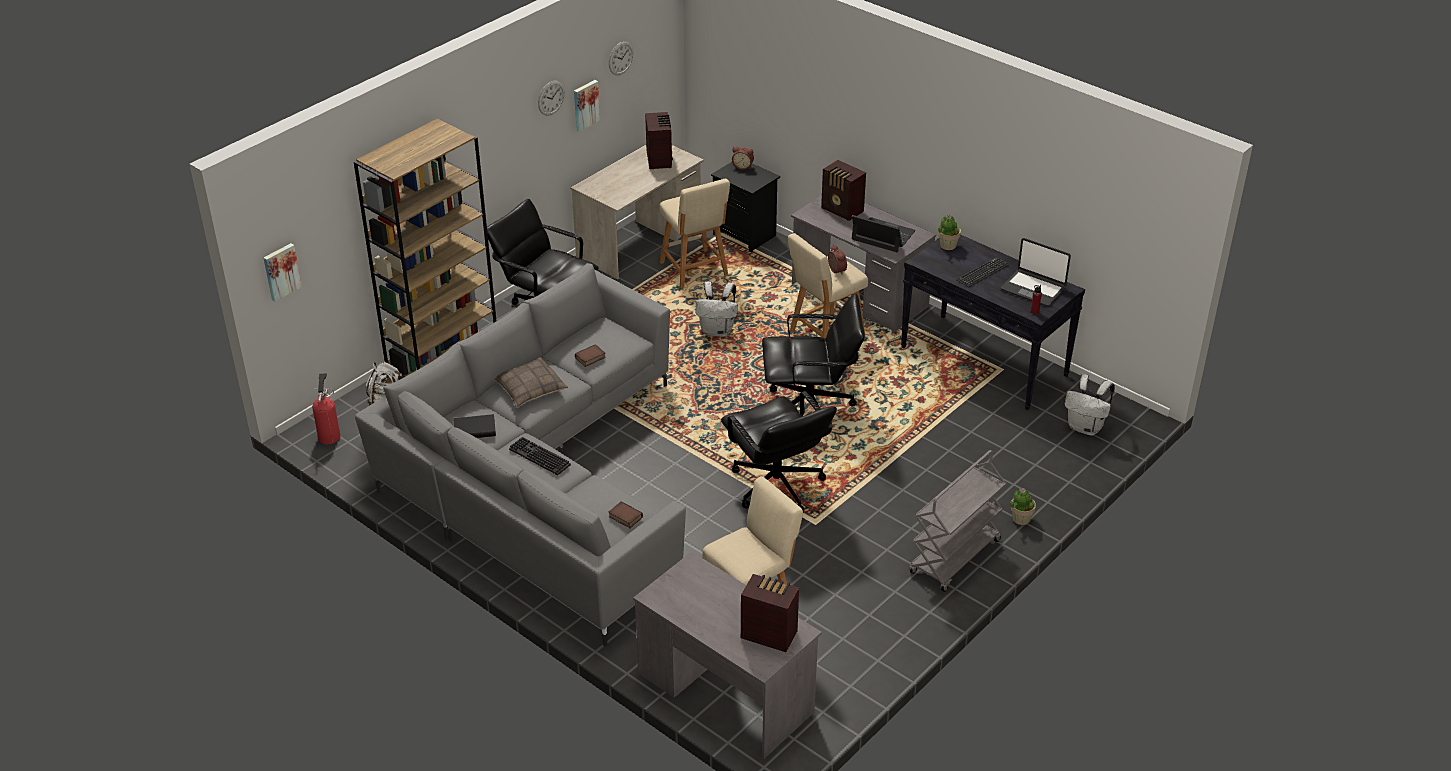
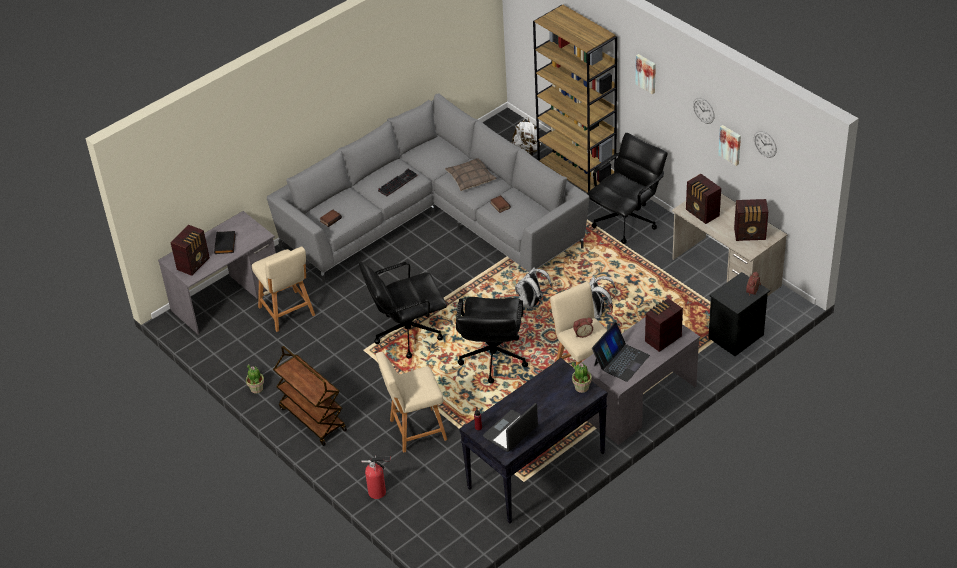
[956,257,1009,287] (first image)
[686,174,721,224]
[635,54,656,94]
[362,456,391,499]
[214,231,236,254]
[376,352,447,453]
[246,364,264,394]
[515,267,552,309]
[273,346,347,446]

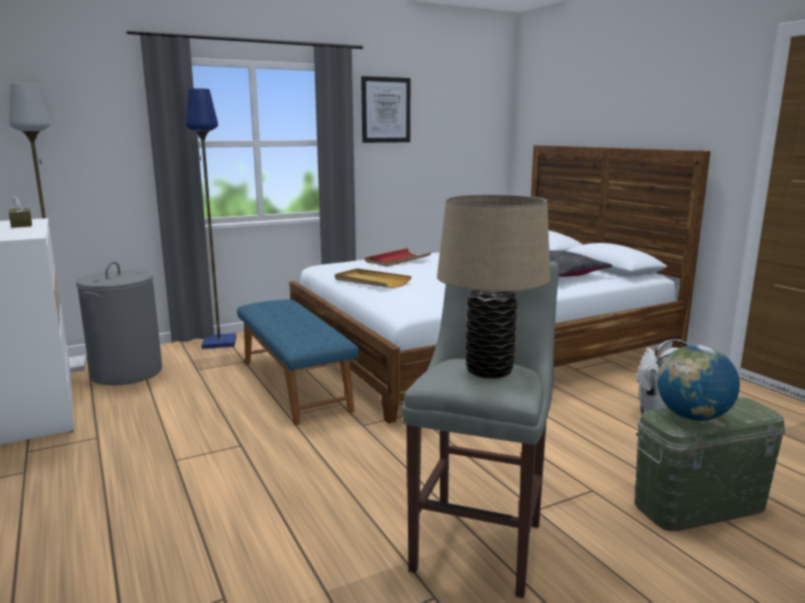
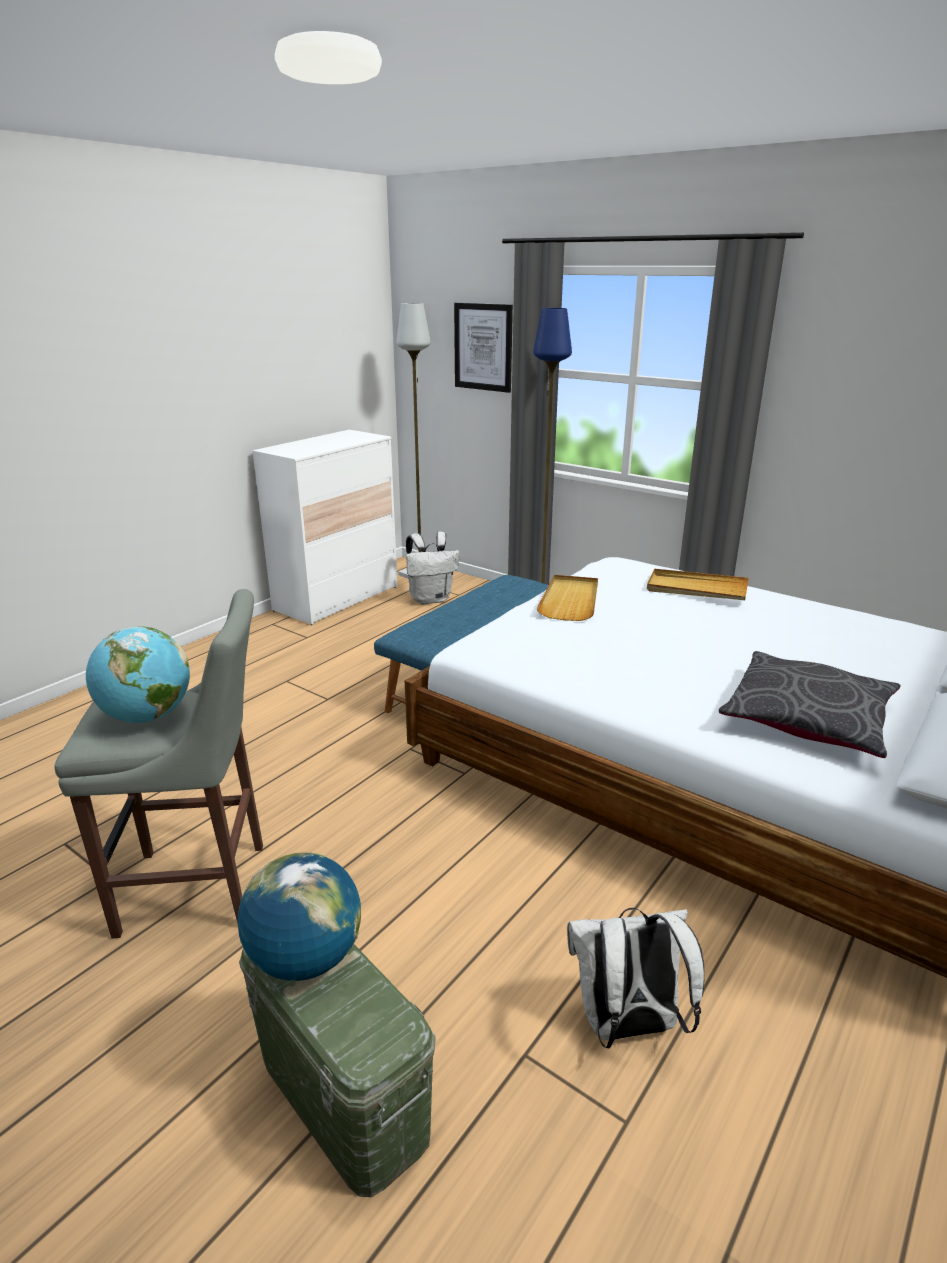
[9,196,32,228] (first image)
[454,303,513,393]
[406,531,460,604]
[86,626,190,723]
[647,569,749,600]

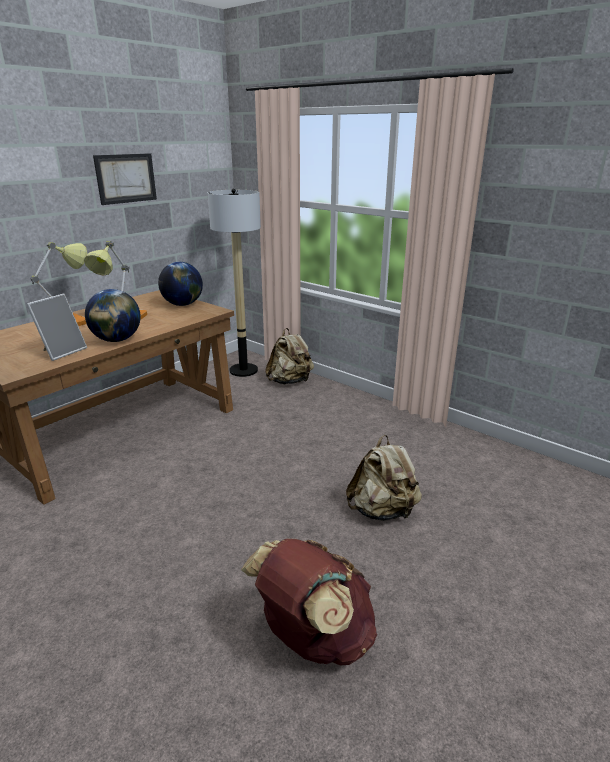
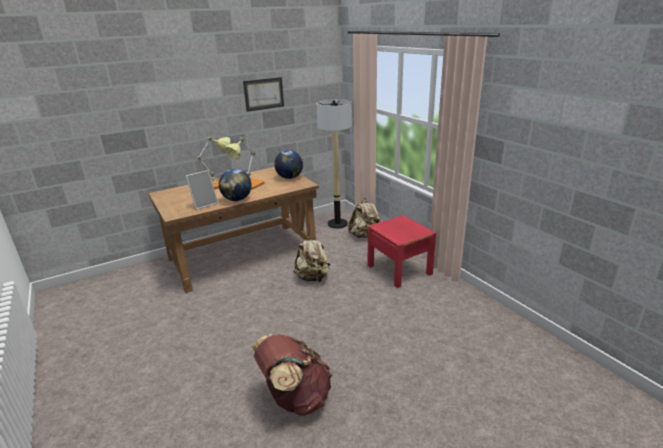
[368,215,436,288]
[293,234,330,282]

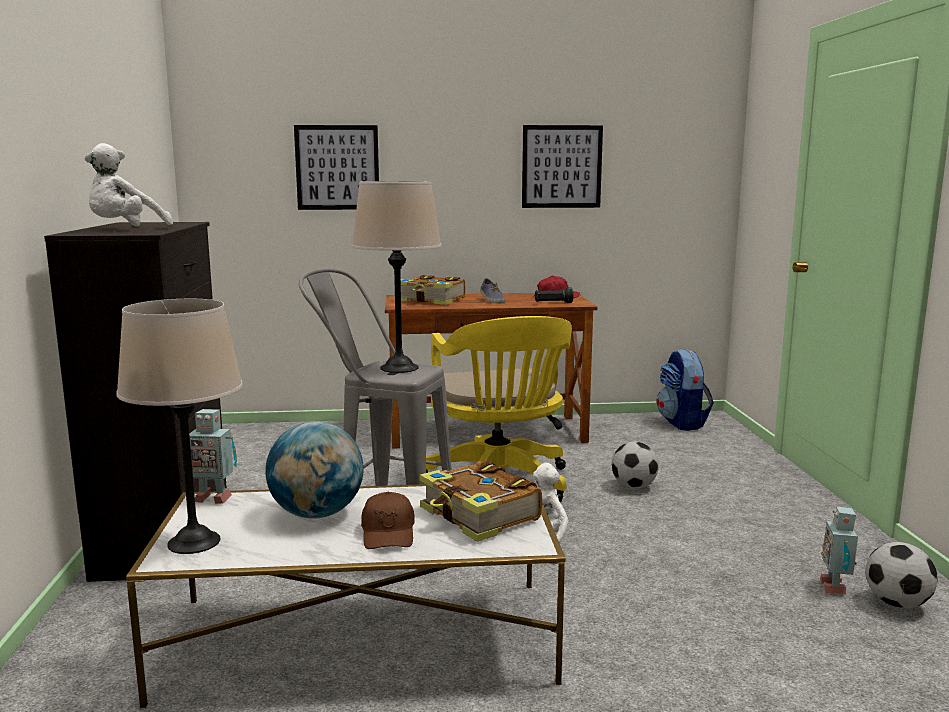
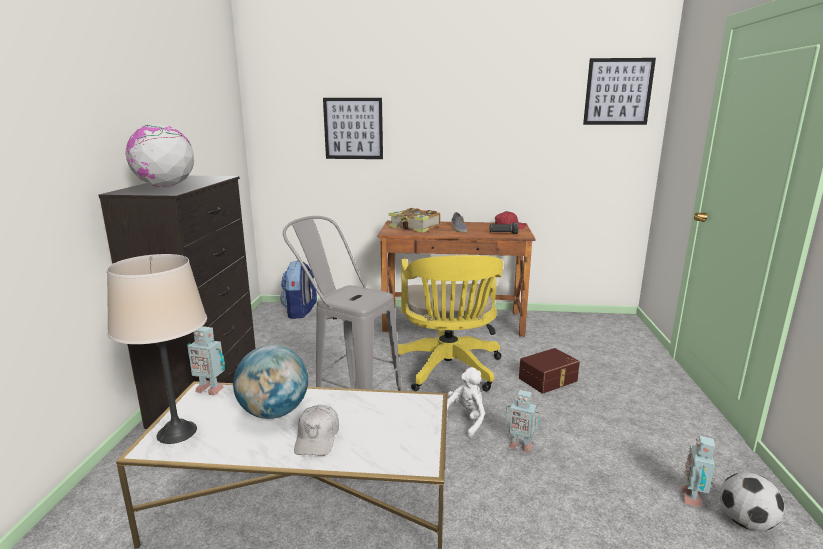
[352,181,442,373] (first image)
[420,461,542,542] (first image)
[505,390,540,453]
[583,58,656,125]
[280,260,317,319]
[126,124,194,187]
[519,348,580,394]
[294,405,339,456]

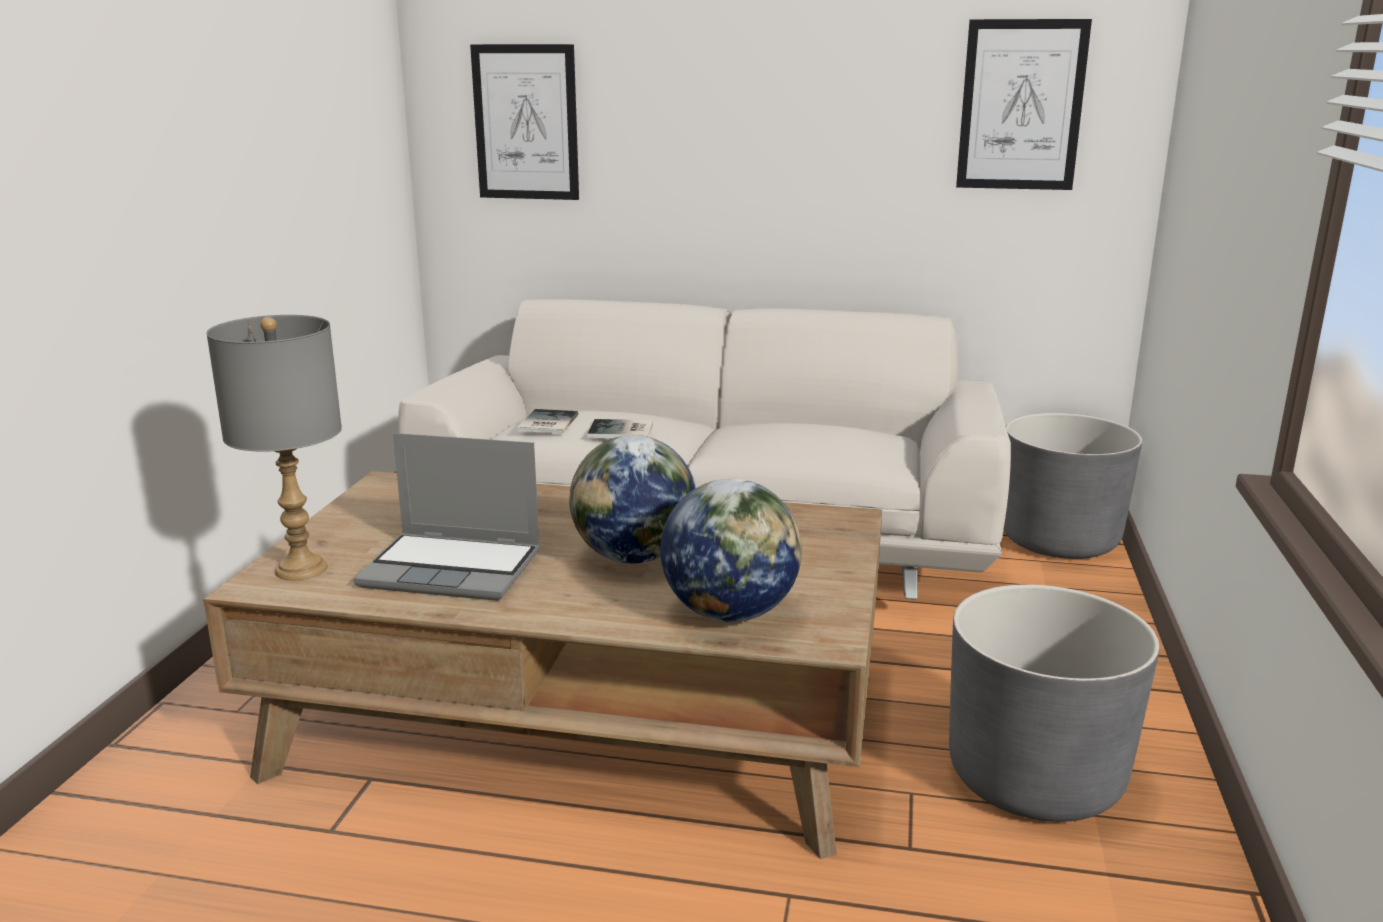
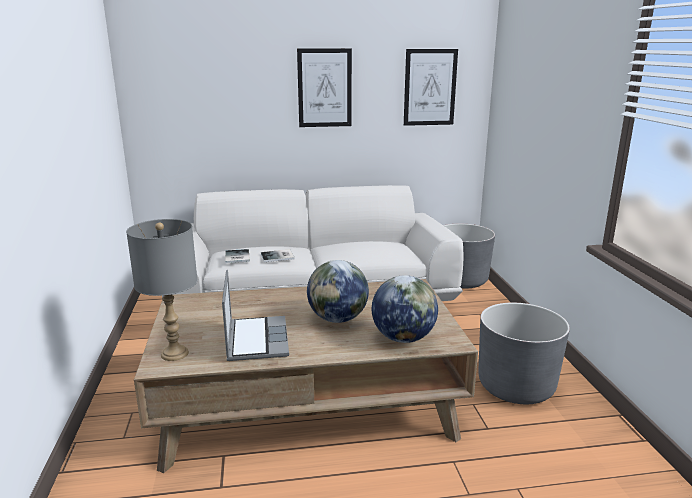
[297,48,352,127]
[222,270,289,361]

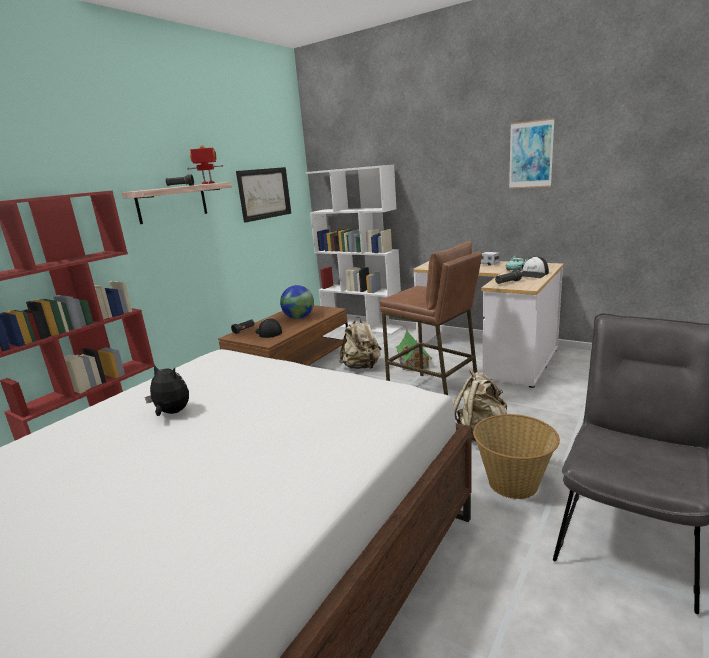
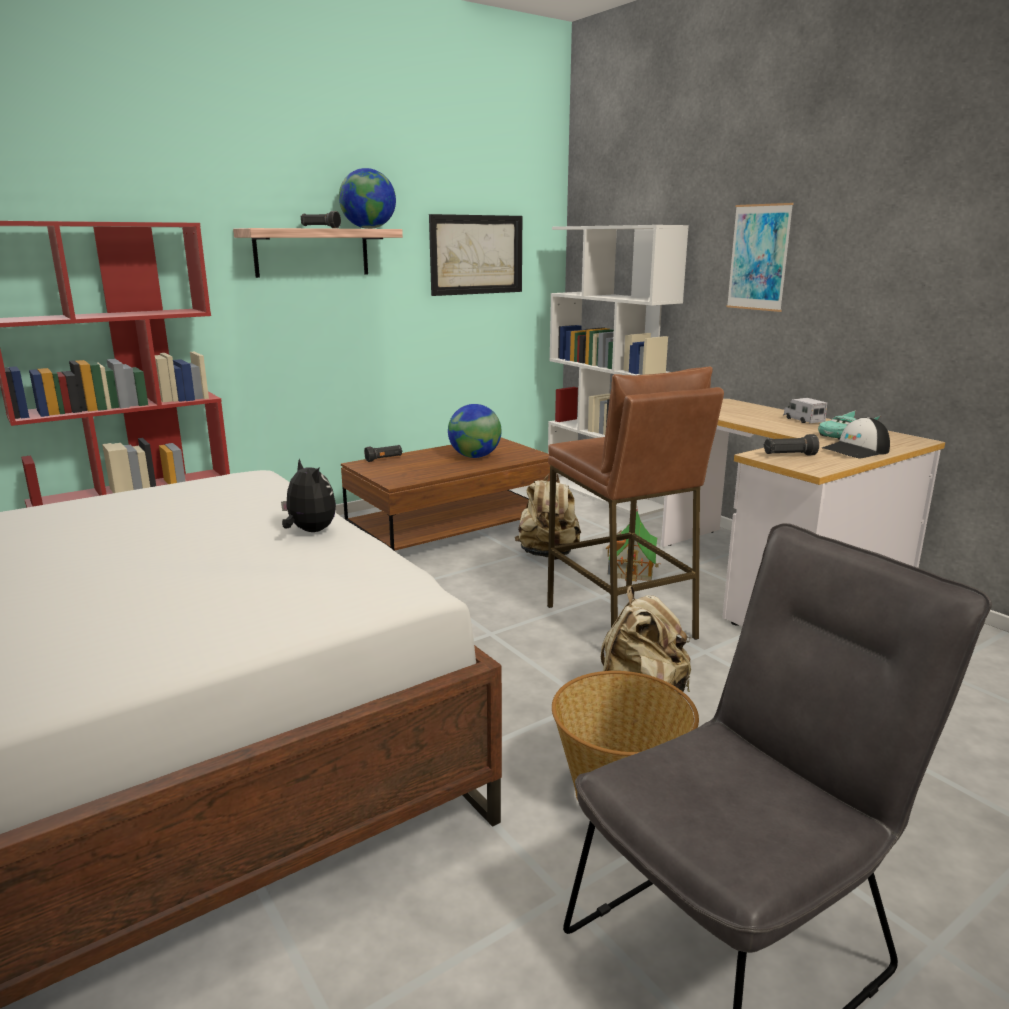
[255,318,282,338] (first image)
[281,458,336,532]
[727,203,794,312]
[339,168,396,229]

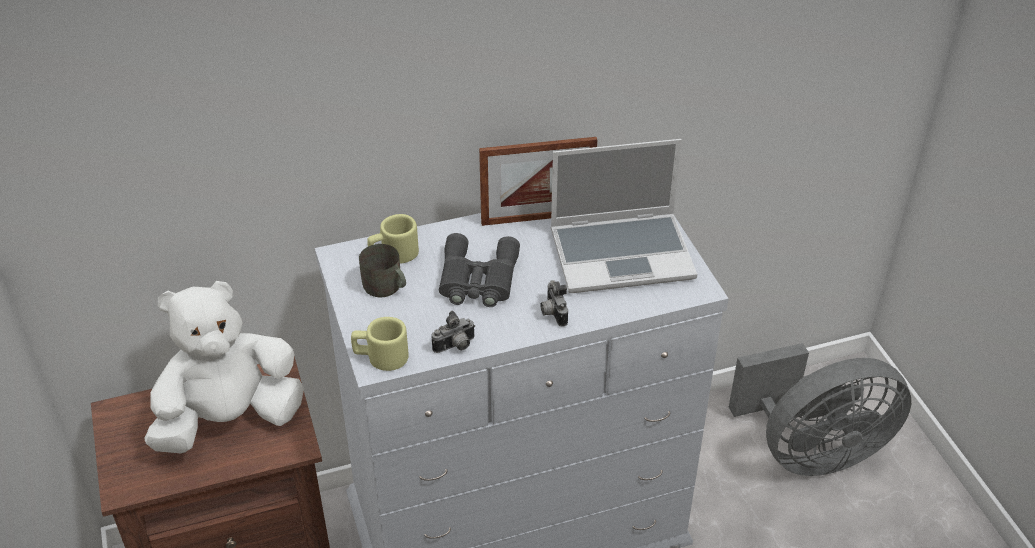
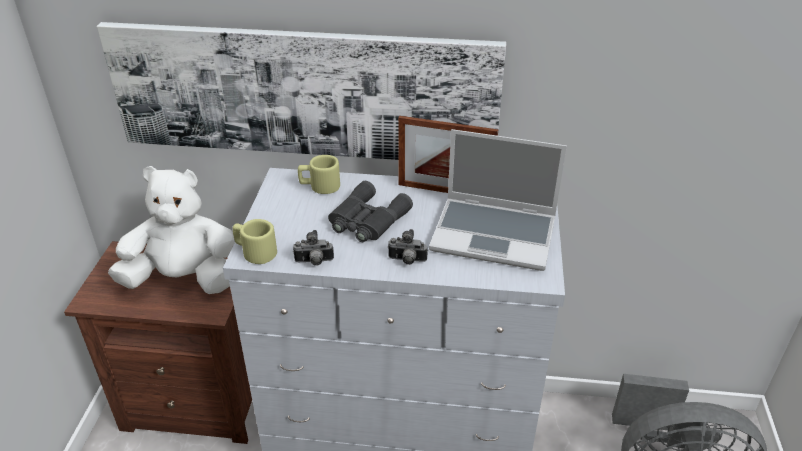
[359,244,406,297] (first image)
[97,22,506,160]
[387,229,428,265]

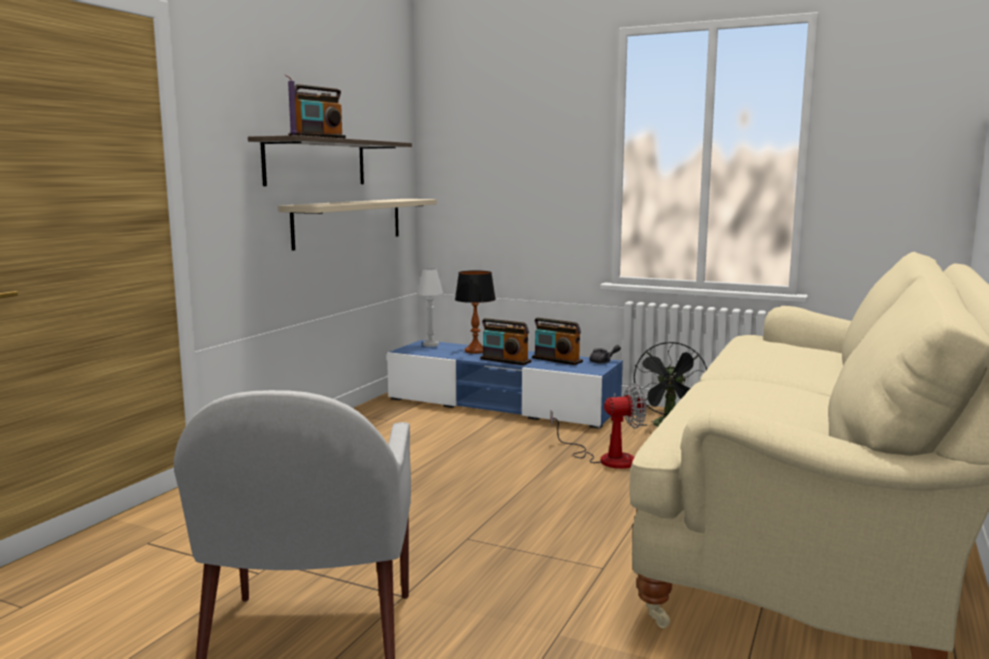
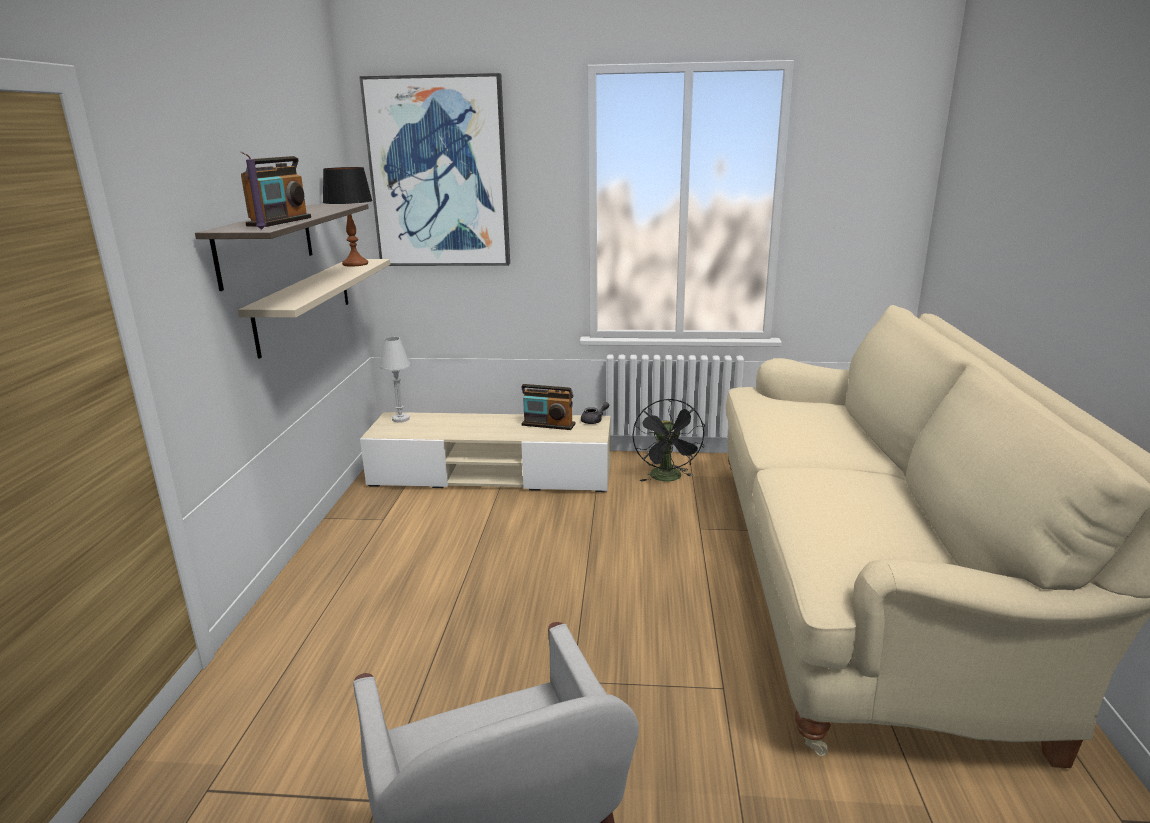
[480,318,531,365] (first image)
[550,383,647,469] (first image)
[359,73,510,266]
[323,167,373,267]
[360,412,611,492]

